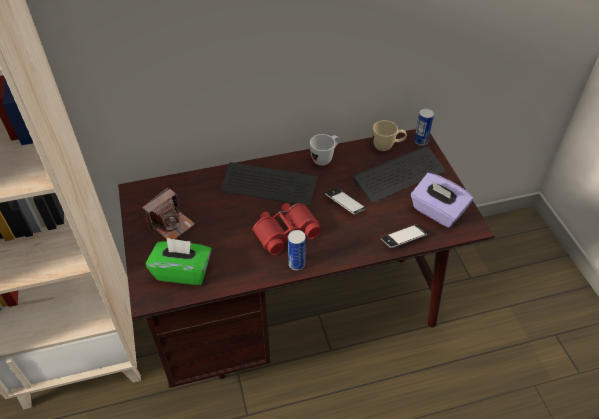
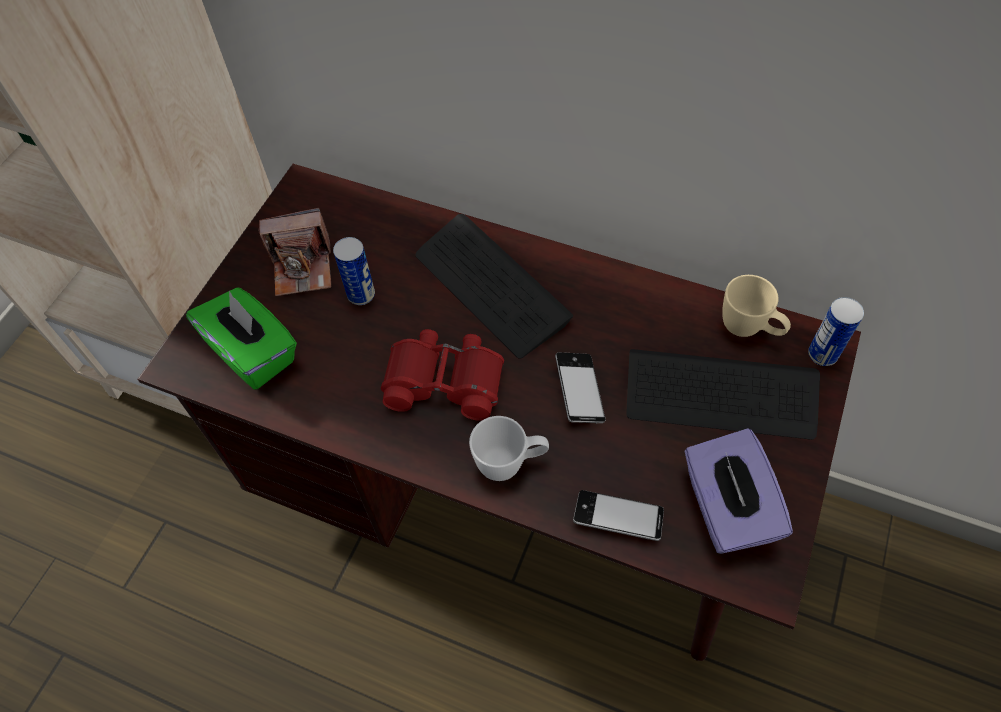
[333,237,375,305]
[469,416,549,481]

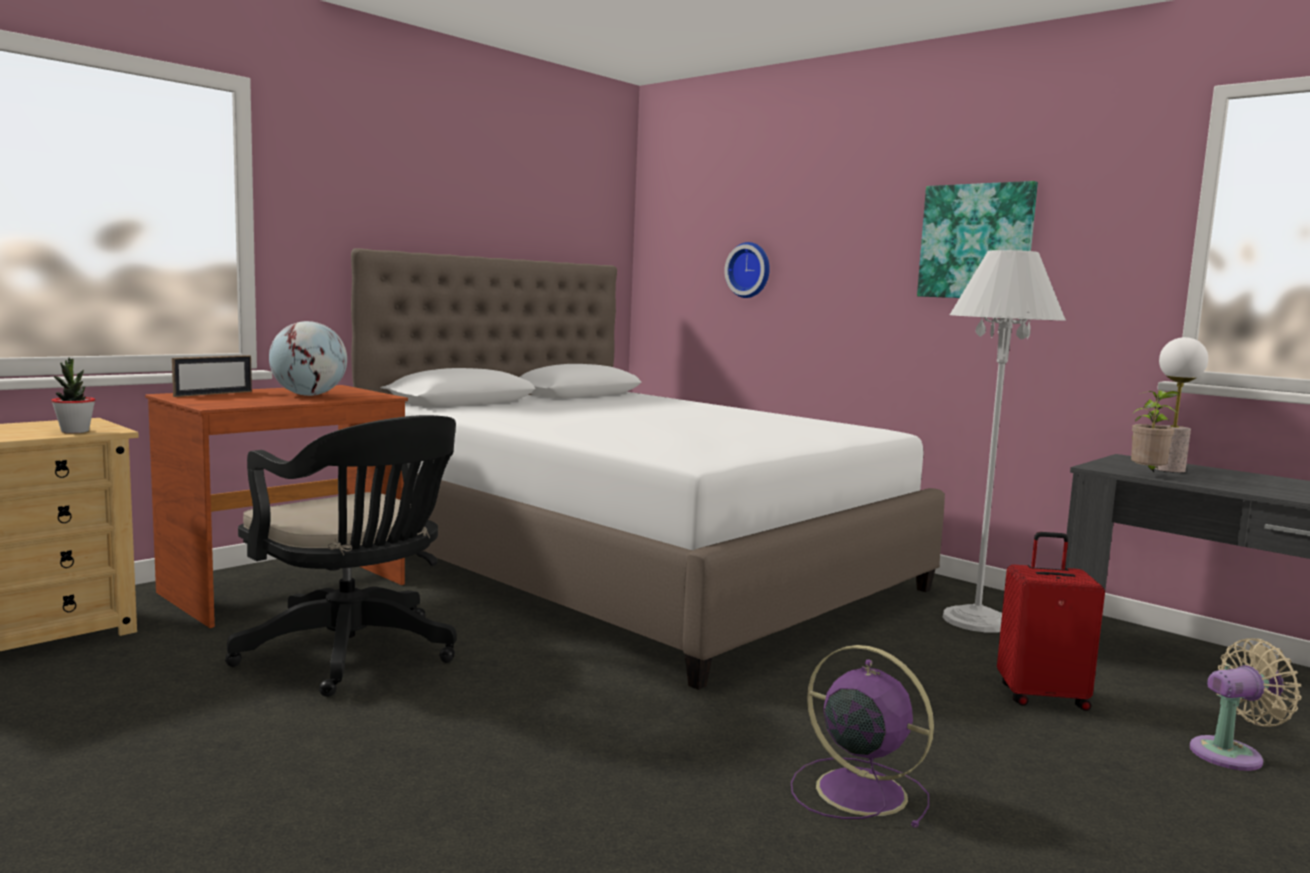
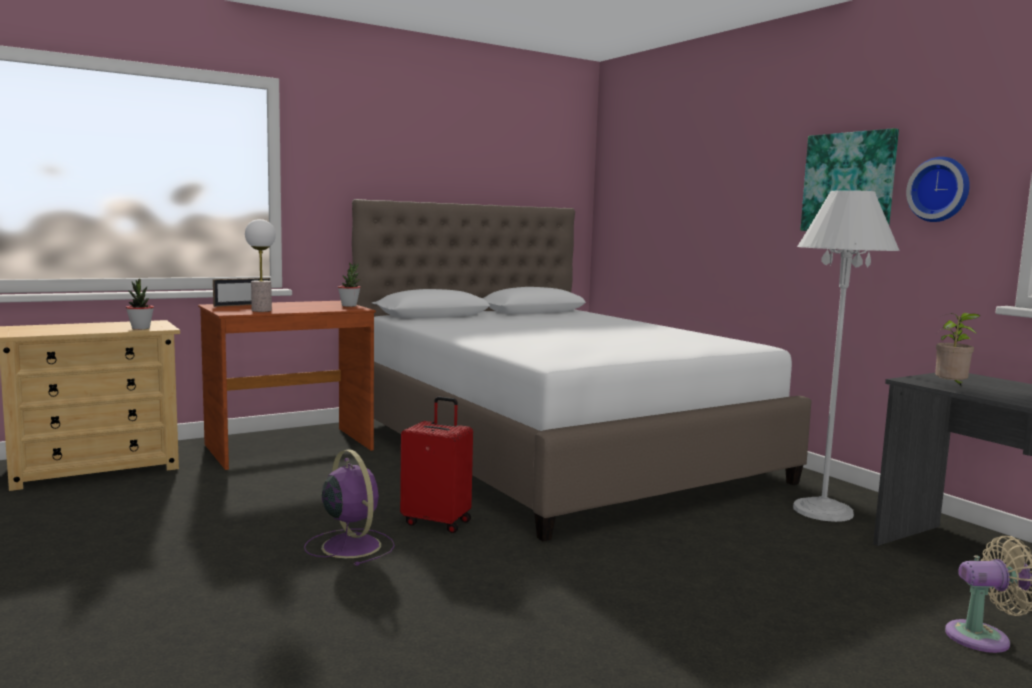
[225,415,457,697] (first image)
[269,321,347,396] (first image)
[338,263,361,307]
[906,157,970,222]
[304,449,395,566]
[400,396,473,533]
[245,219,276,312]

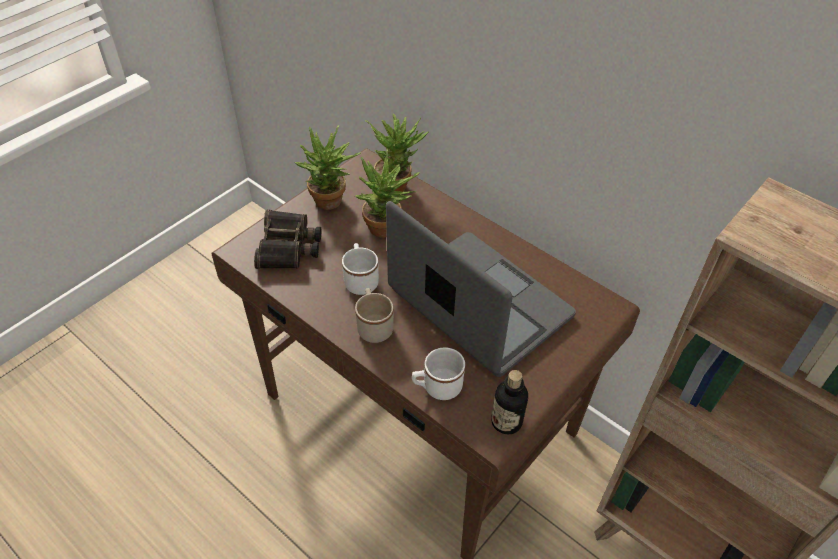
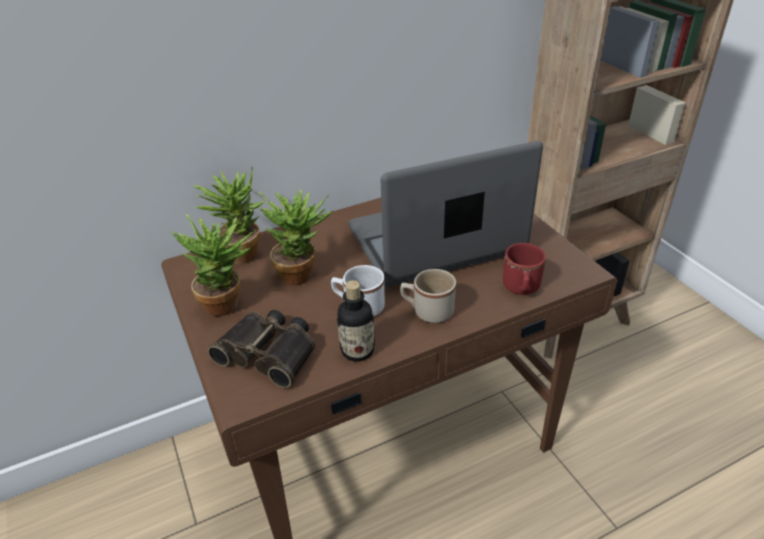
[337,280,375,362]
[503,243,546,295]

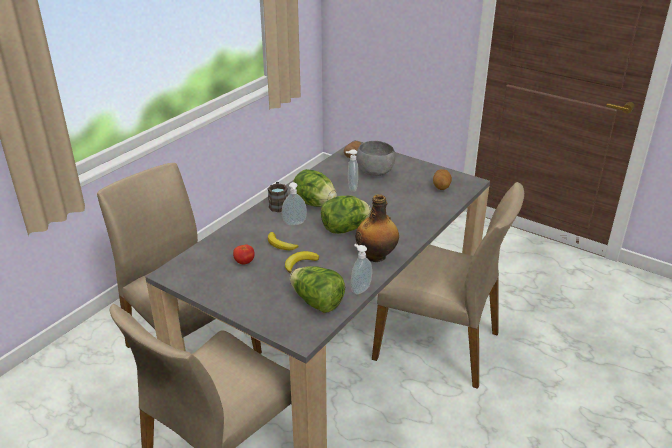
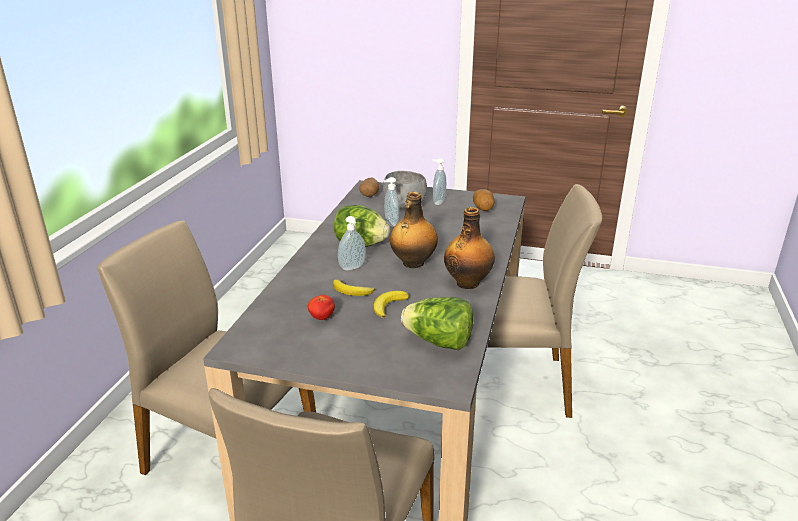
[268,182,288,212] (first image)
[432,158,446,205]
[390,192,438,268]

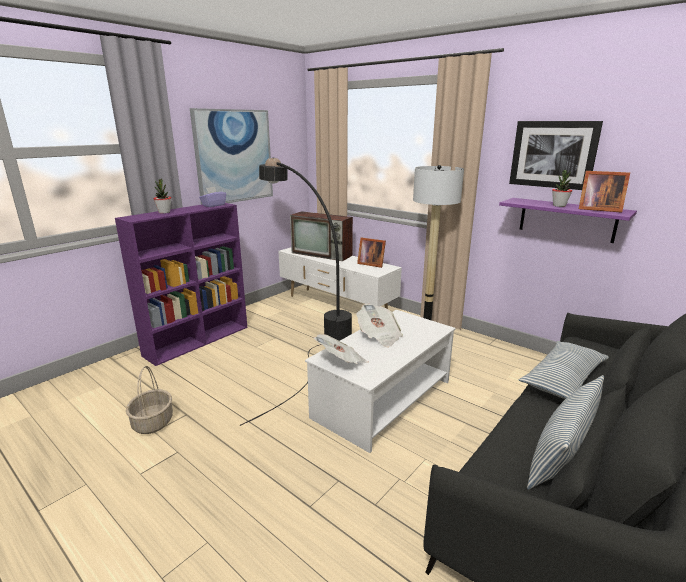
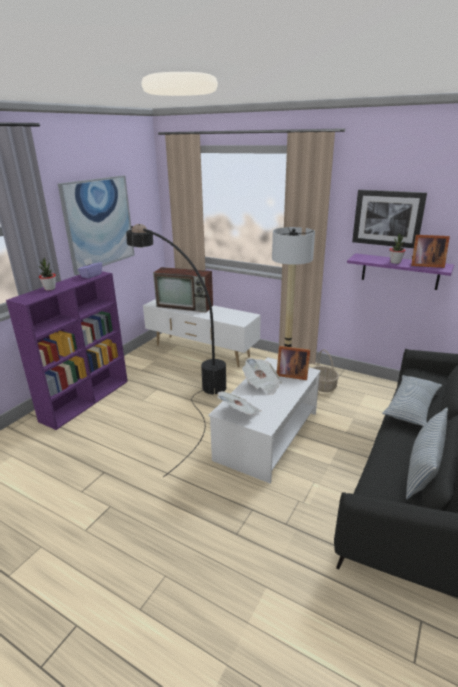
[313,349,339,392]
[277,346,310,380]

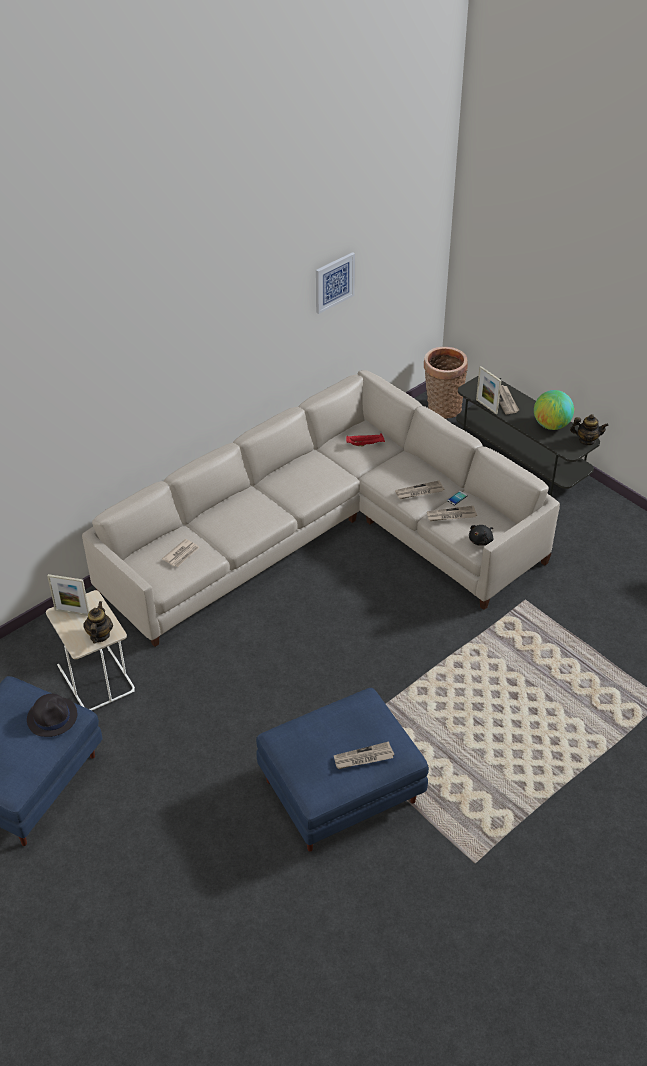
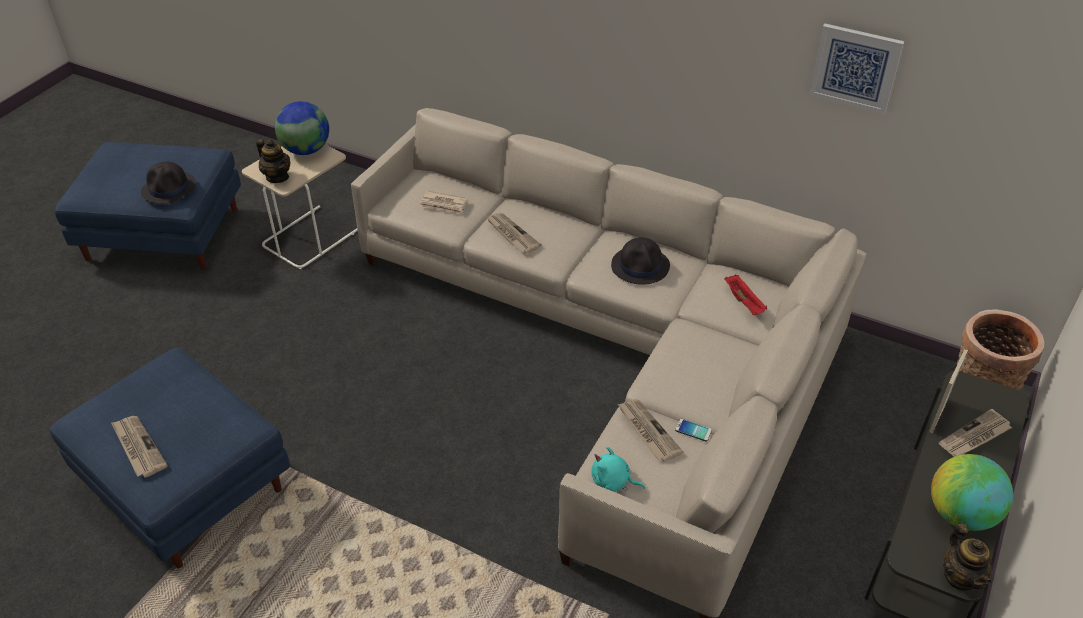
[611,237,670,285]
[486,213,541,253]
[275,101,329,155]
[591,447,645,492]
[256,139,290,183]

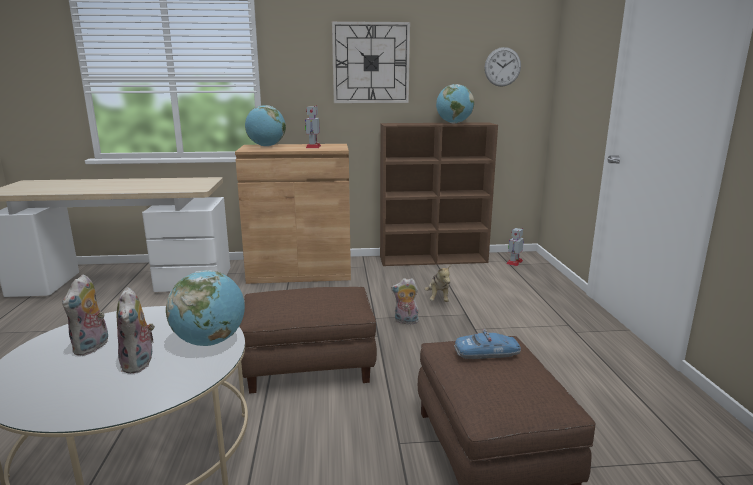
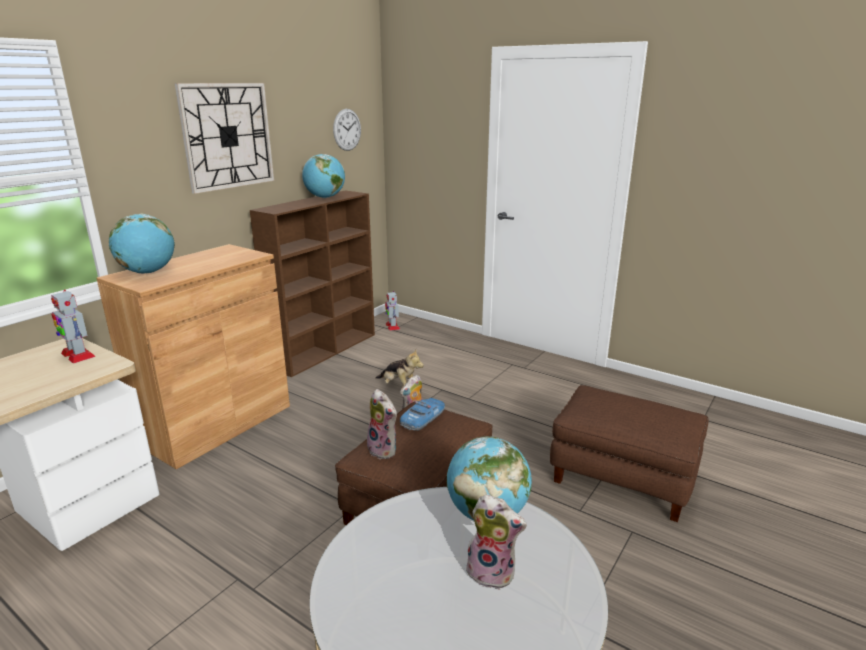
[367,389,397,459]
[51,289,96,364]
[400,398,445,431]

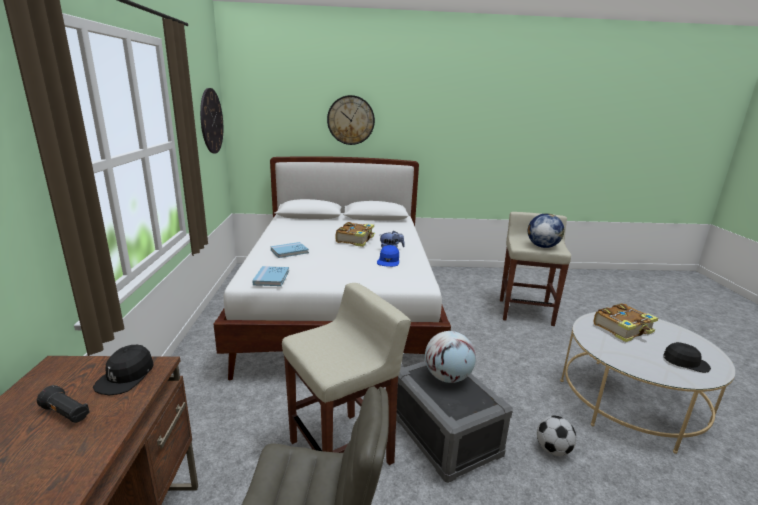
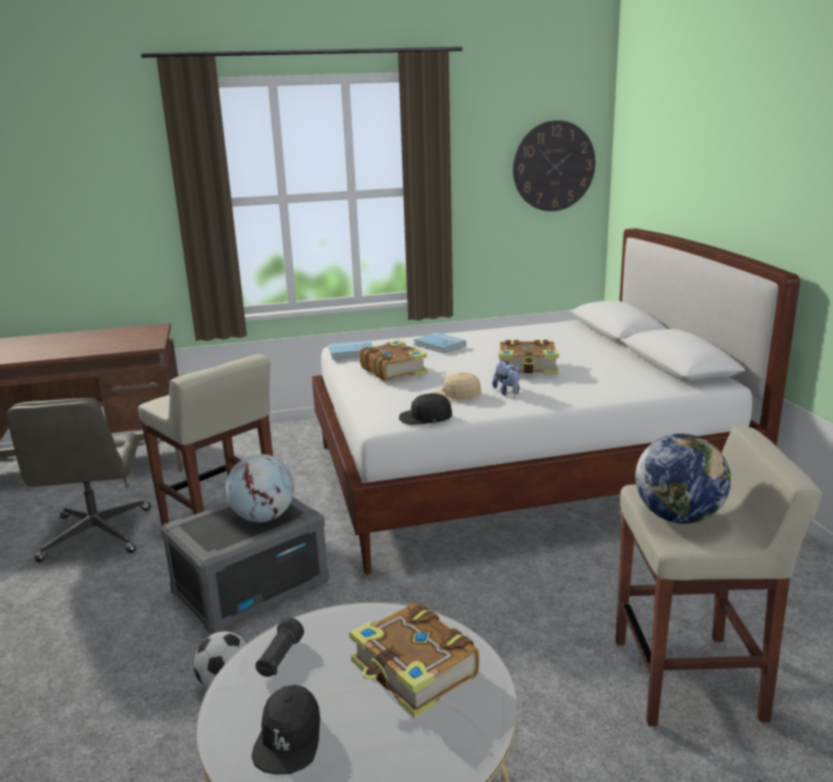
[327,95,375,145] (first image)
[359,340,427,381]
[255,617,304,677]
[399,393,452,425]
[432,372,481,402]

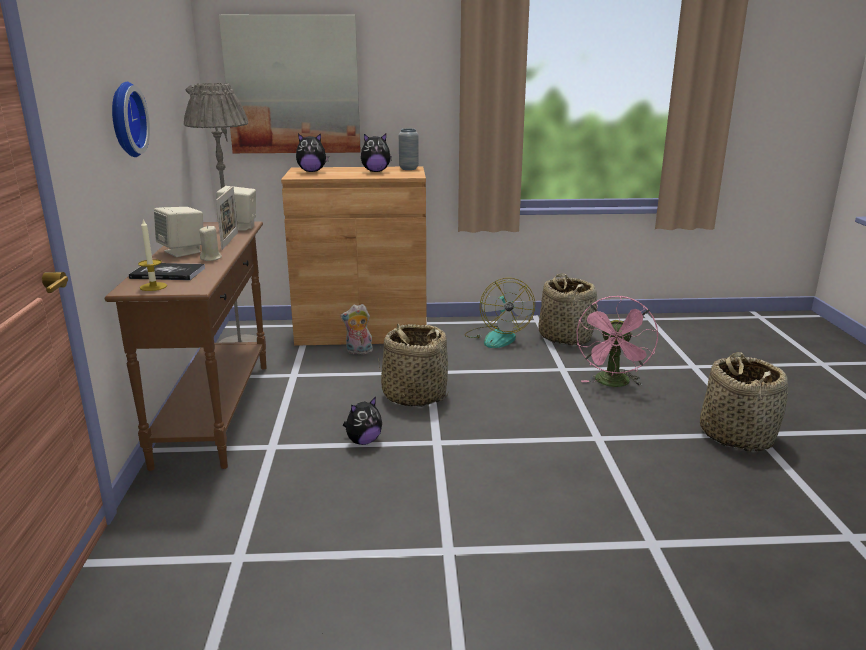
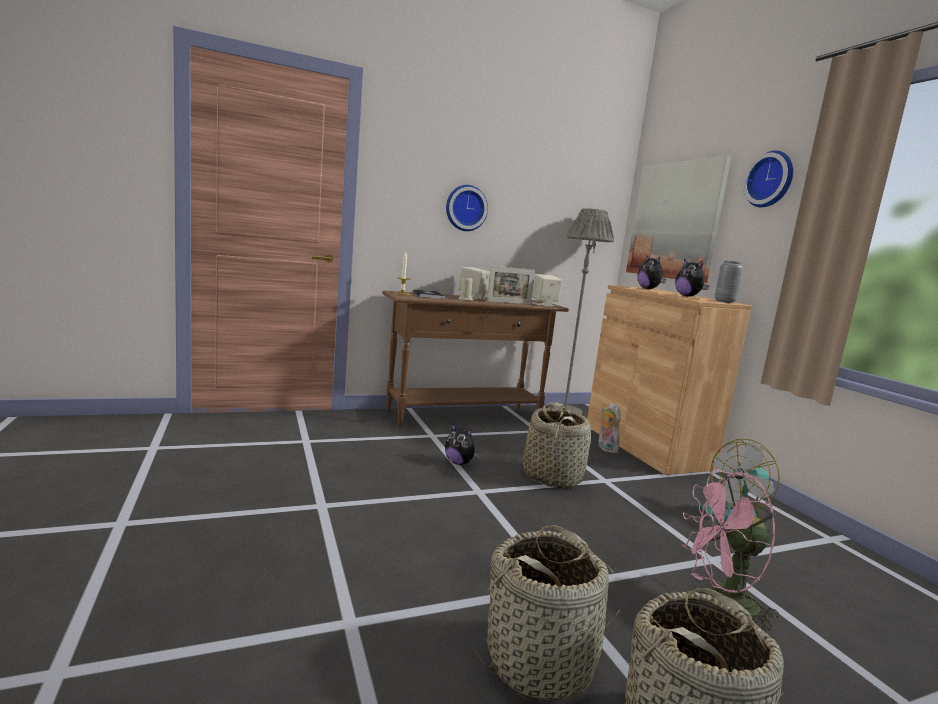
[743,151,794,207]
[475,525,623,701]

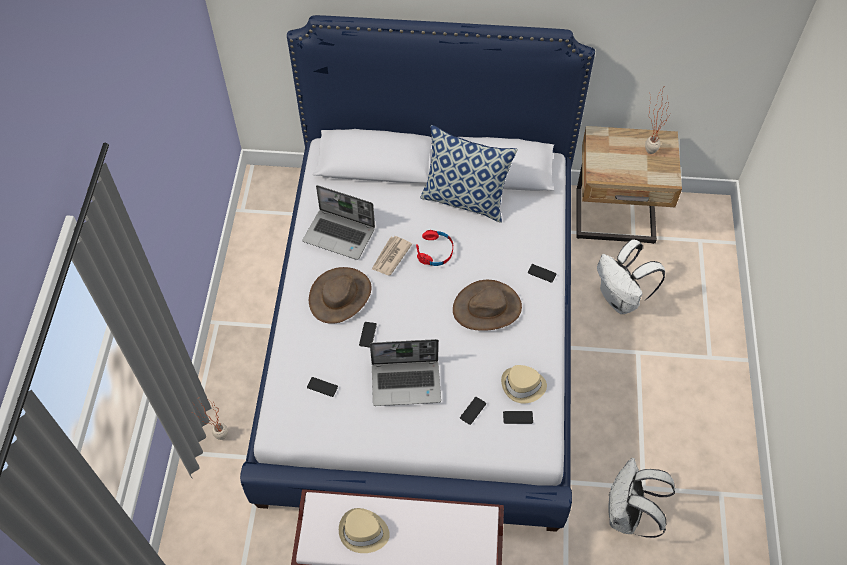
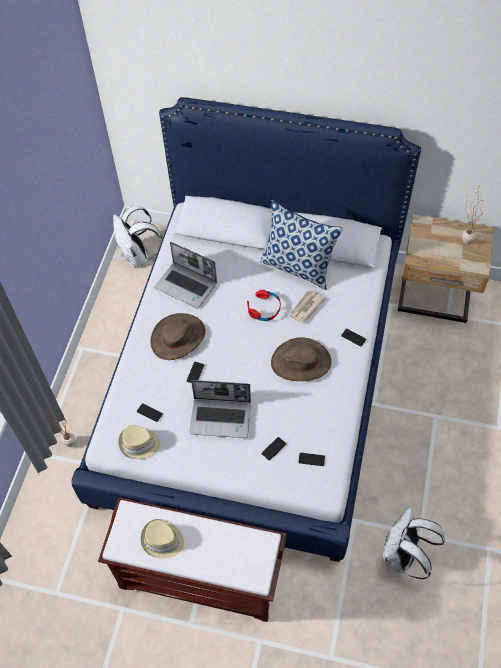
[288,290,325,323]
[118,425,160,459]
[113,205,162,267]

